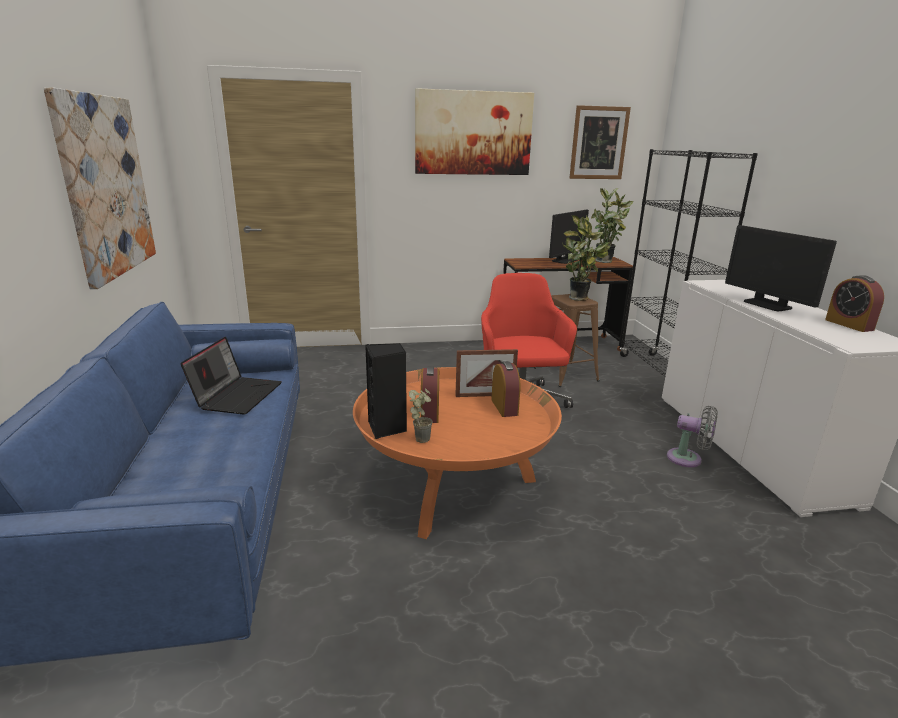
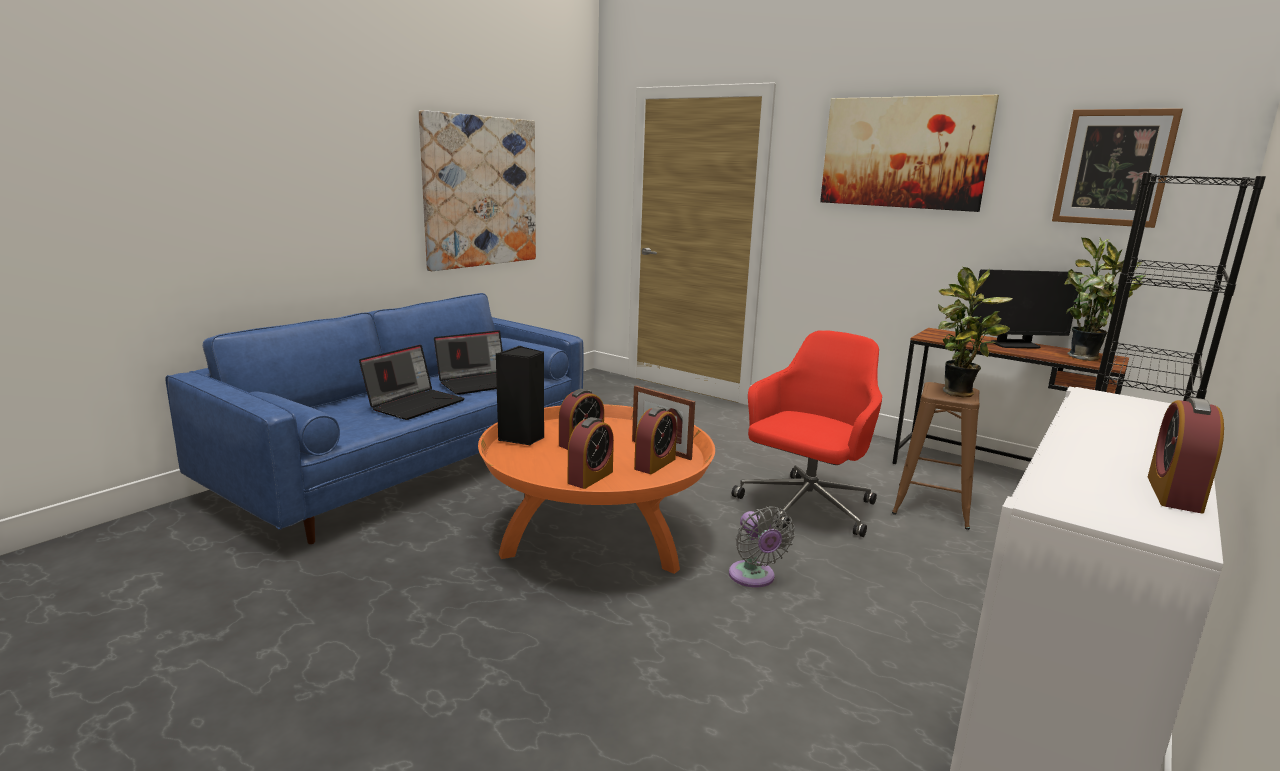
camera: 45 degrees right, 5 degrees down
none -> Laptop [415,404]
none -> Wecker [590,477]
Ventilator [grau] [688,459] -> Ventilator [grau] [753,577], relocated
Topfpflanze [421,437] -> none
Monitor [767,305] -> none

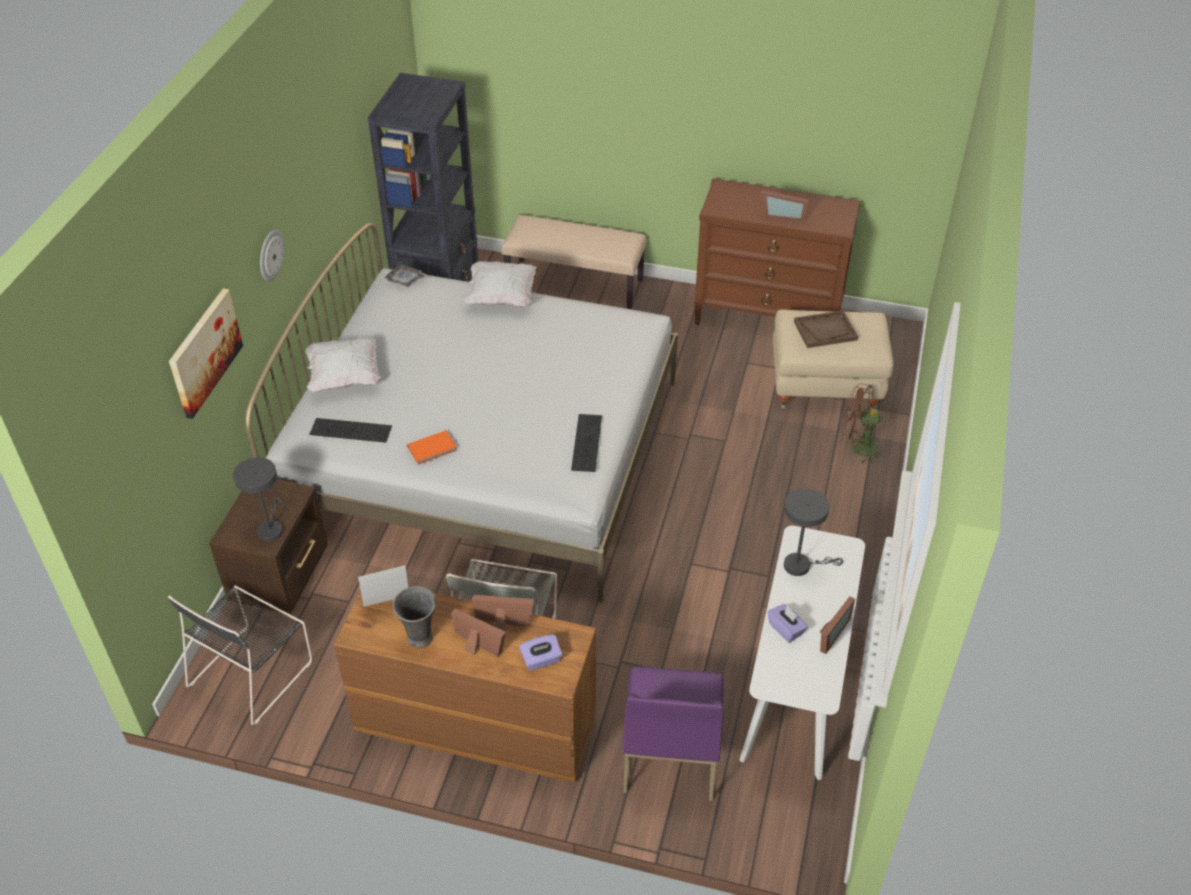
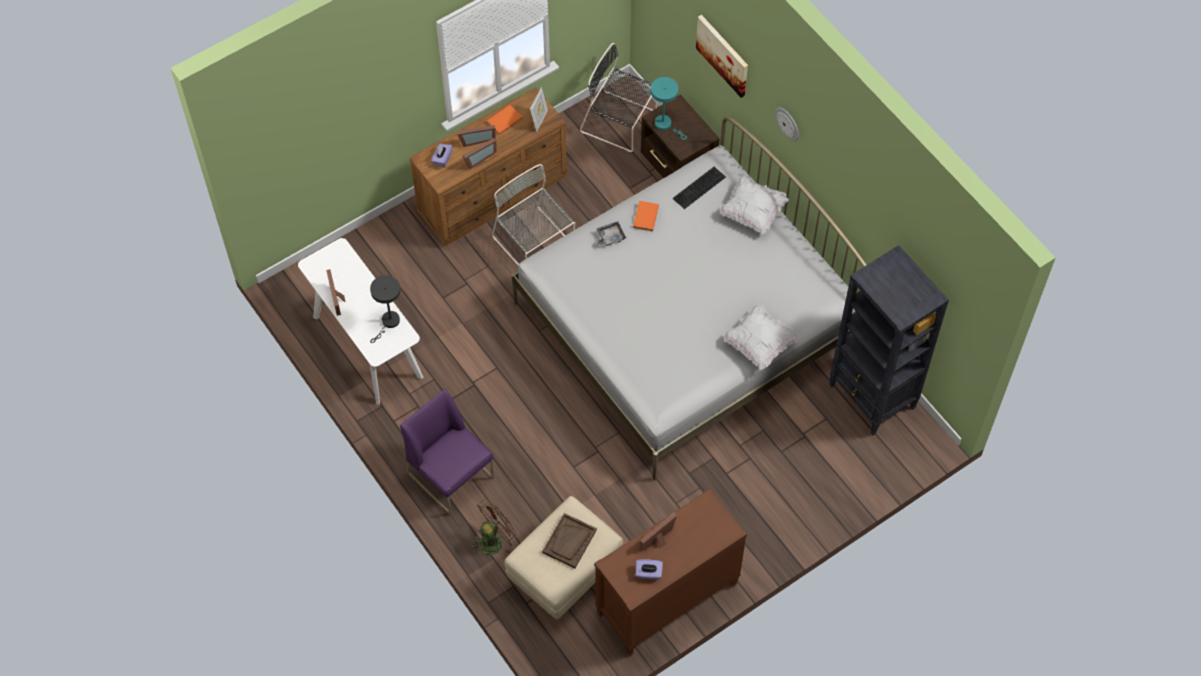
camera: 130 degrees right, 15 degrees up
Stuhl [lila] [669,754] -> Stuhl [lila] [452,476], relocated
Vase [grau] [420,639] -> Buch [orange] [503,120]
Stuhl [schwarz] [253,671] -> Stuhl [schwarz] [620,122], 45 degrees counterclockwise
Tablett [grau] [405,280] -> Tablett [grau] [610,237], relocated
Taschentuchbox [lila] [786,629] -> Taschentuchbox [lila] [648,573], relocated
Tischlampe [grau] [270,528] -> Tischlampe [türkis] [665,125]
Bank [beige] [575,283] -> none
Tastatur [585,442] -> none

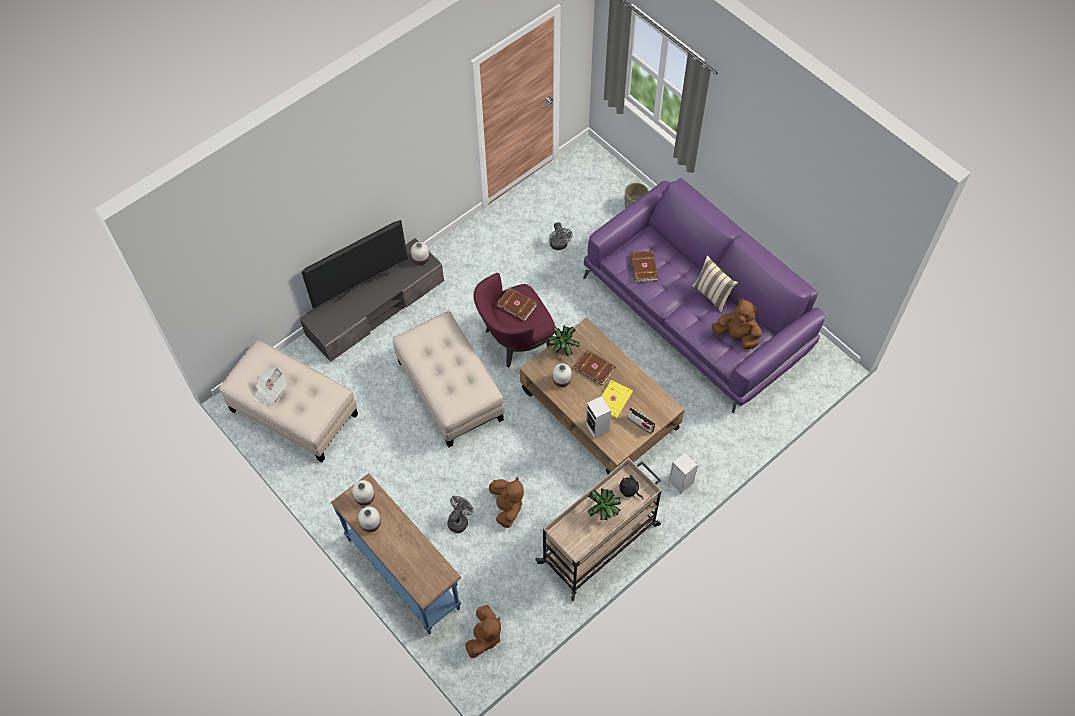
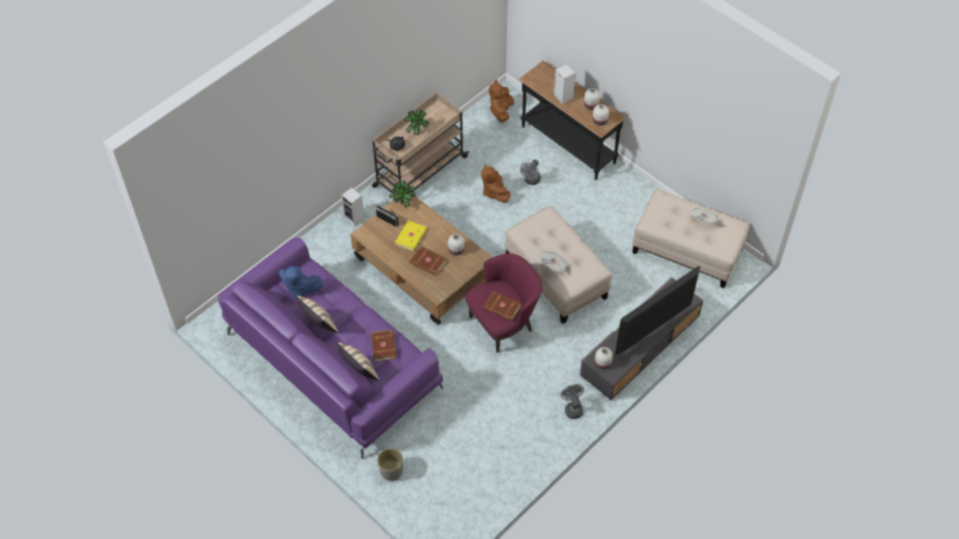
camera: 175 degrees right, 5 degrees down
Plüschtier [braun] [736,336] -> Plüschtier [blau] [300,288]
none -> Kissen [beige] [359,372]
Topfpflanze [562,349] -> Topfpflanze [404,203], relocated
Konsolentisch [blau] [404,573] -> Konsolentisch [schwarz] [567,145]
none -> Zeitung [554,266]
Lautsprecher [598,428] -> Lautsprecher [562,96], relocated
Ventilator [grau] [559,245] -> Ventilator [grau] [572,408], relocated

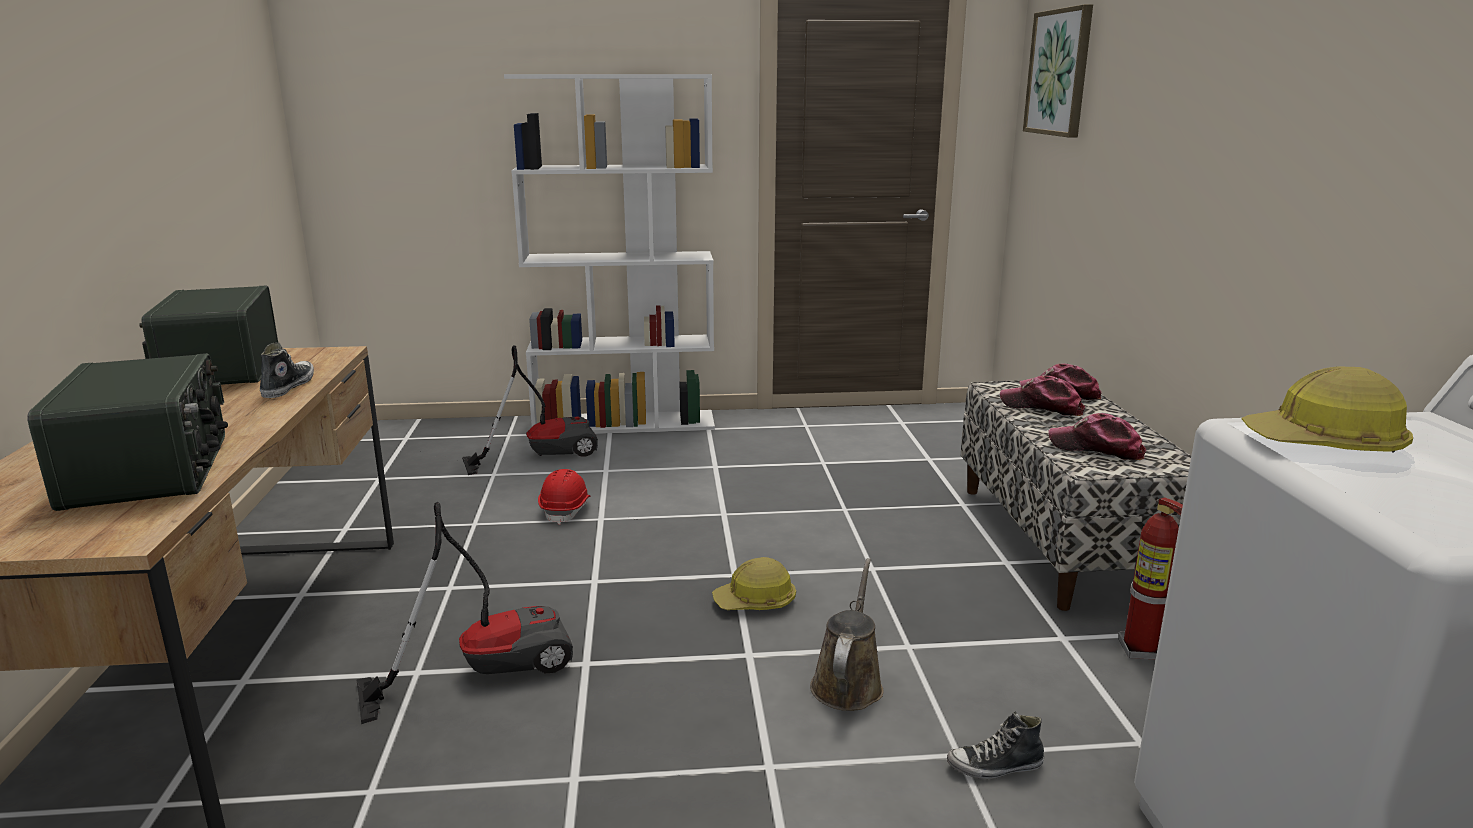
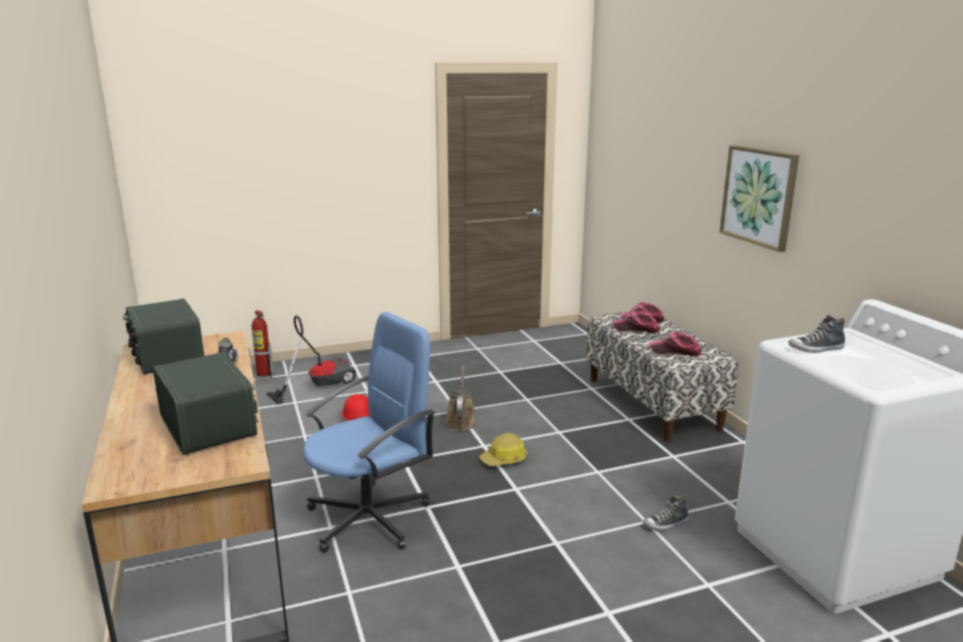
camera: 15 degrees left, 0 degrees up
Feuerlöscher [1141,650] -> Feuerlöscher [264,376], relocated
Staubsauger [486,666] -> Bürostuhl [blau] [370,518]
Gießkanne [braun] [848,683] -> Gießkanne [braun] [460,421], relocated
Bild [1059,72] -> Bild [759,196], relocated
Schutzhelm [1325,444] -> Schuh [816,349]
Bücherregal [weiß] [625,423] -> none

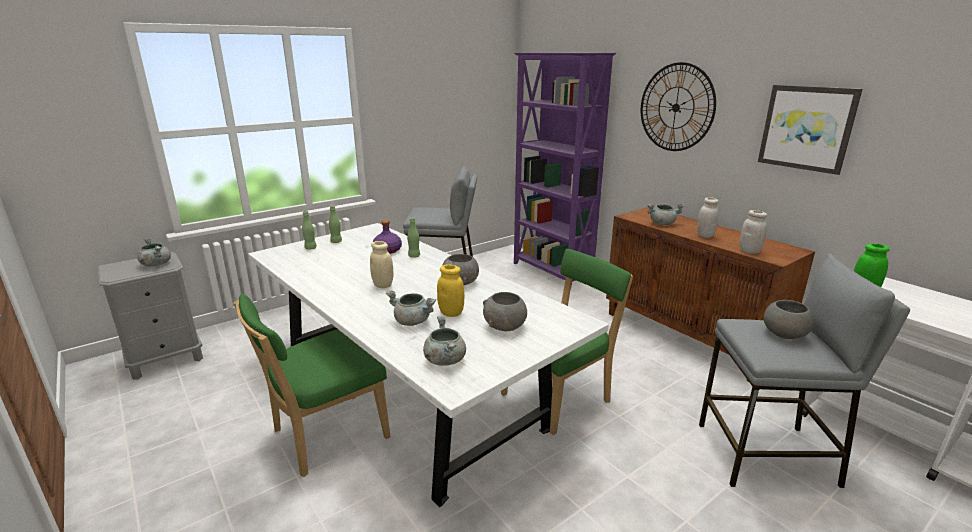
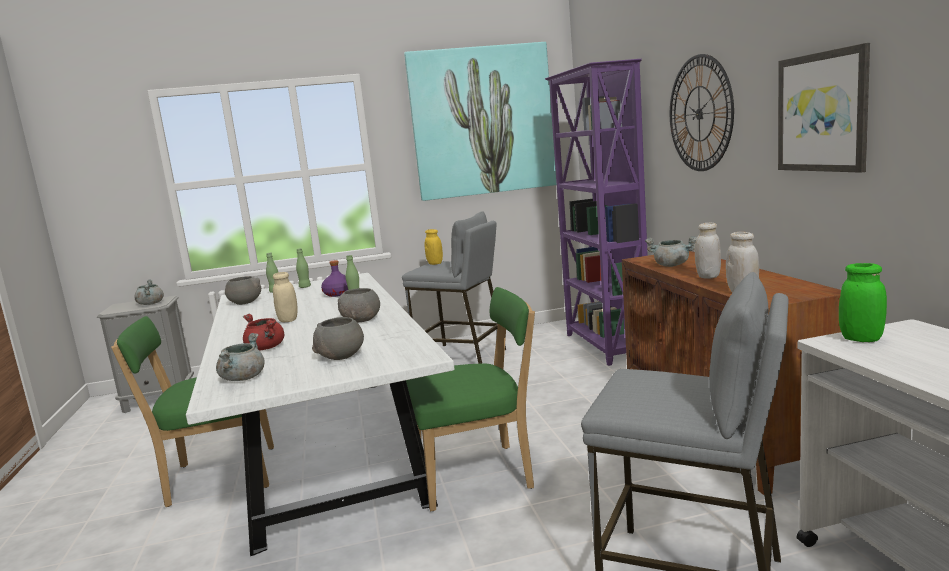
camera: 25 degrees right, 10 degrees down
Schüssel [grau] [784,334] -> Schüssel [grau] [245,303], relocated
Kochtopf [grau] [413,321] -> Kochtopf [rot] [266,348]
none -> Bild [482,121]
Vorratsglas [gelb] [451,313] -> Vorratsglas [gelb] [435,263], relocated

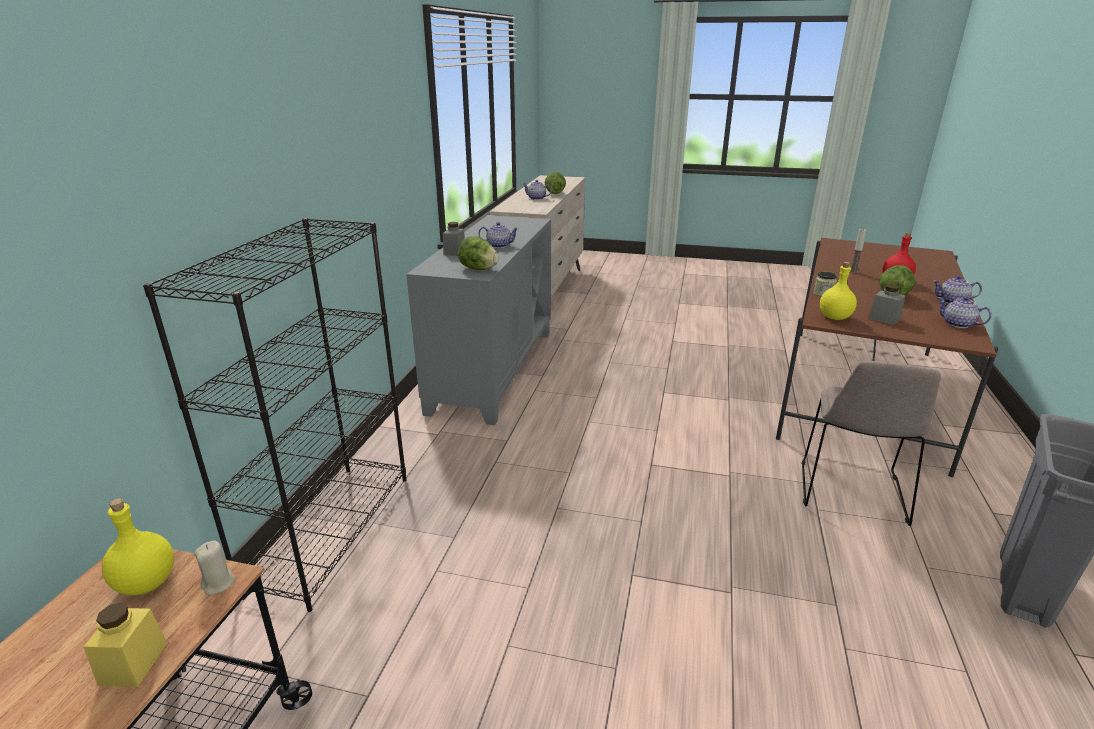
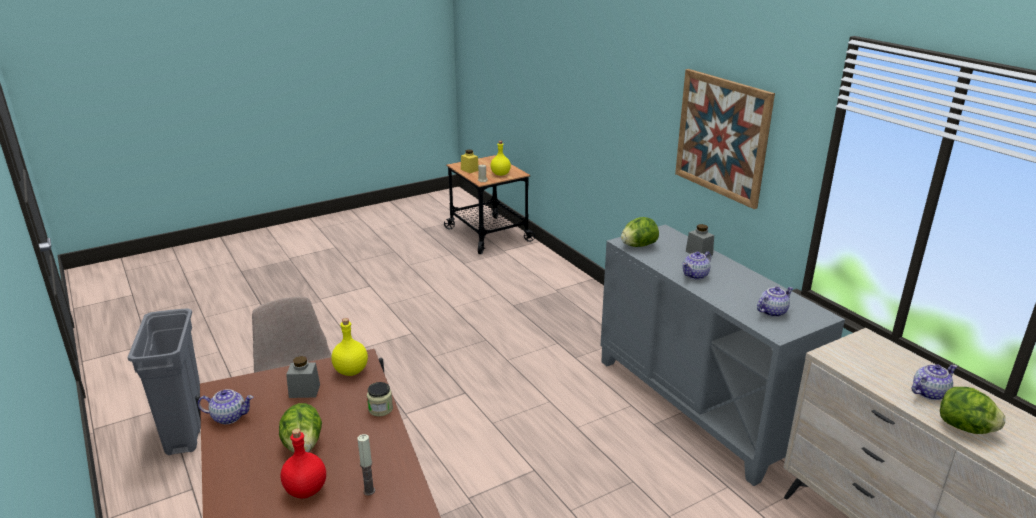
camera: 135 degrees right, 0 degrees up
none -> Bild [722,136]
Teekanne [952,301] -> Teekanne [772,311], relocated
Bücherregal [schwarz] [331,530] -> none

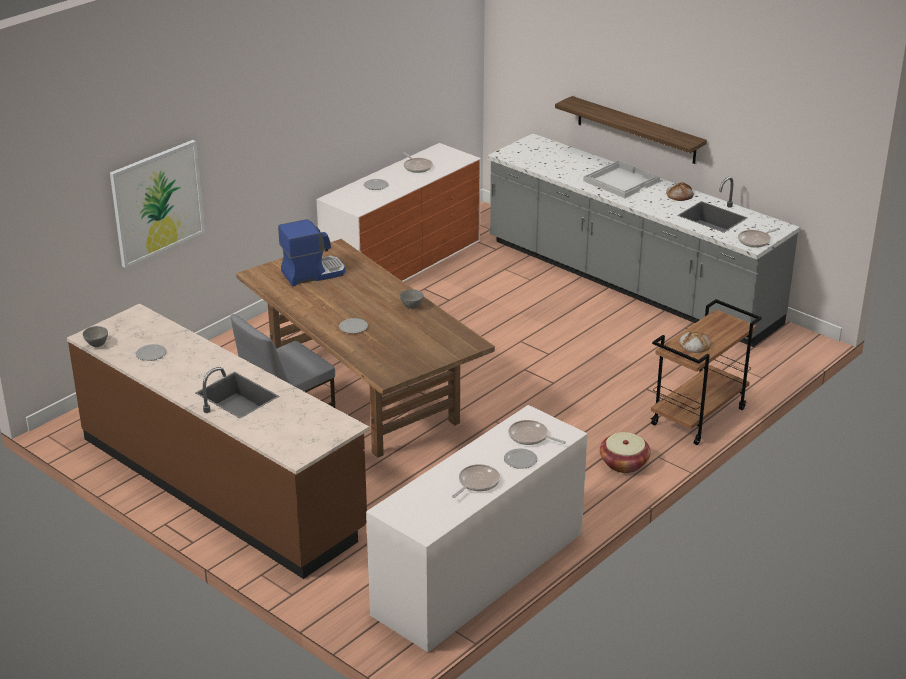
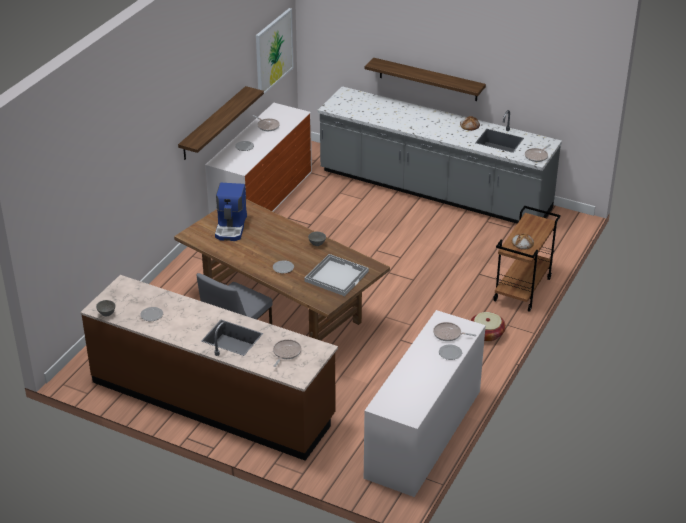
camera: 15 degrees left, 5 degrees up
none -> Wandregal [213,123]
Kaffeemaschine [313,273] -> Kaffeemaschine [231,227], 135 degrees clockwise
Bild [157,202] -> Bild [273,51], relocated
Pfanne [477,483] -> Pfanne [286,353], relocated
Tablett [weiß] [621,181] -> Tablett [weiß] [336,276], relocated

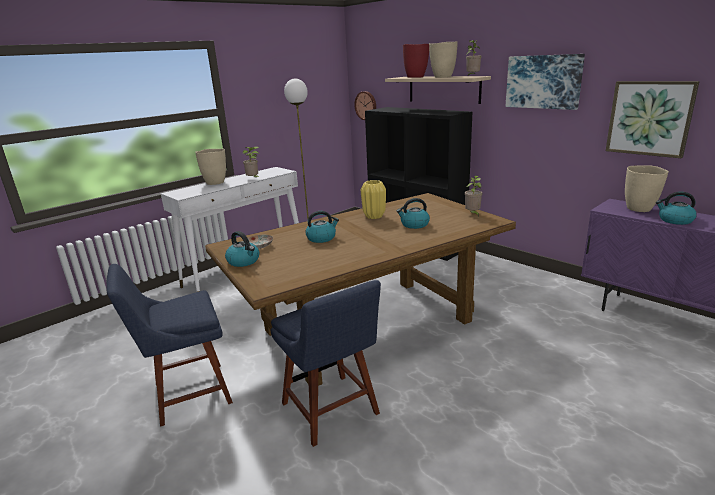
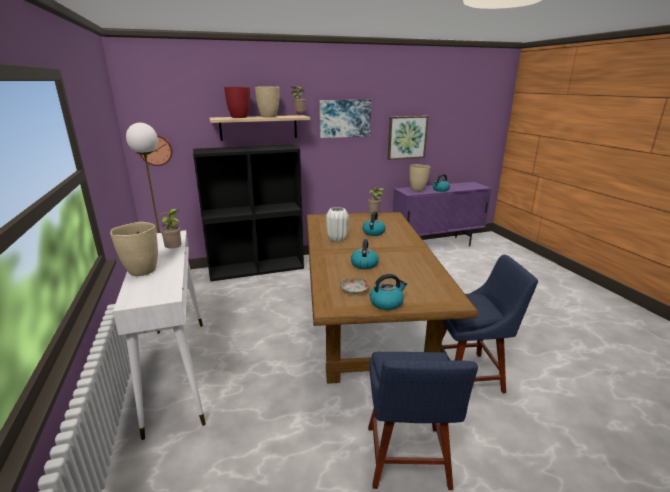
camera: 65 degrees left, 0 degrees up
Vase [gelb] [373,216] -> Vase [weiß] [337,239]

